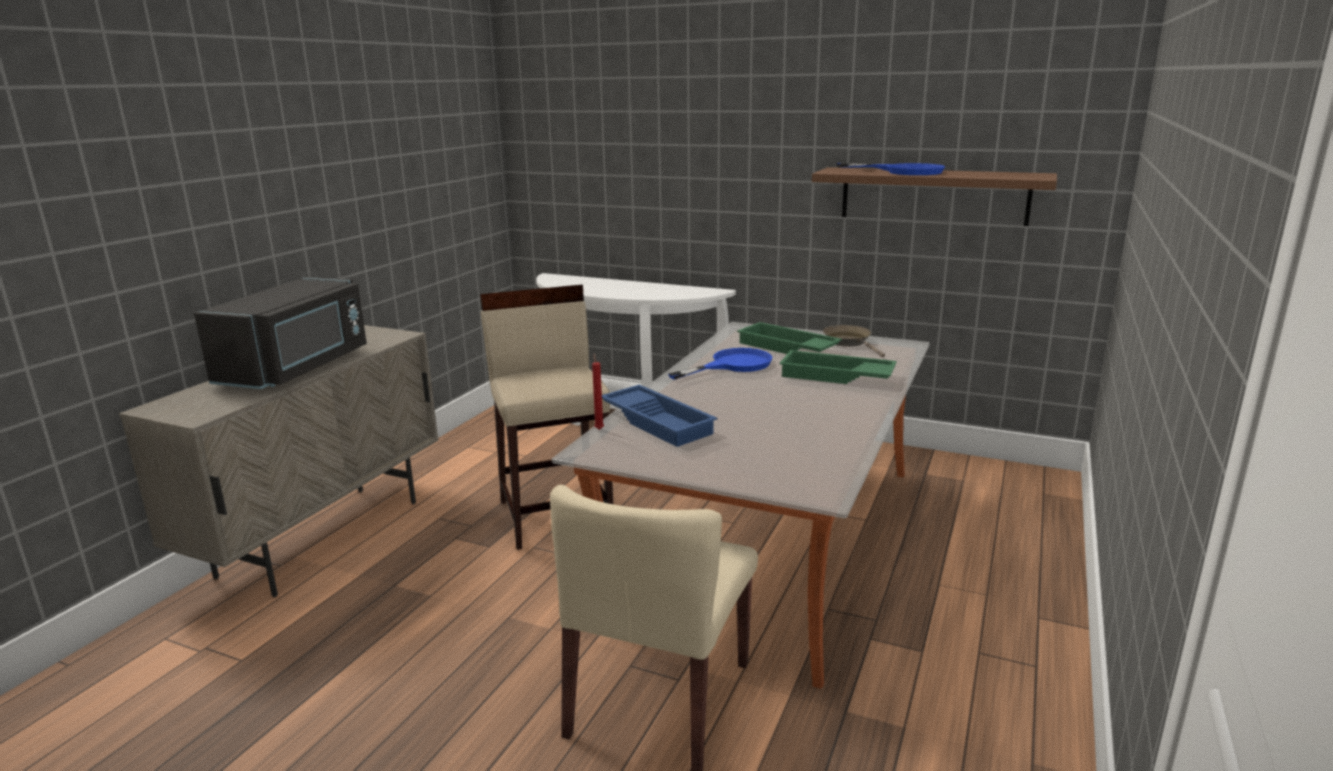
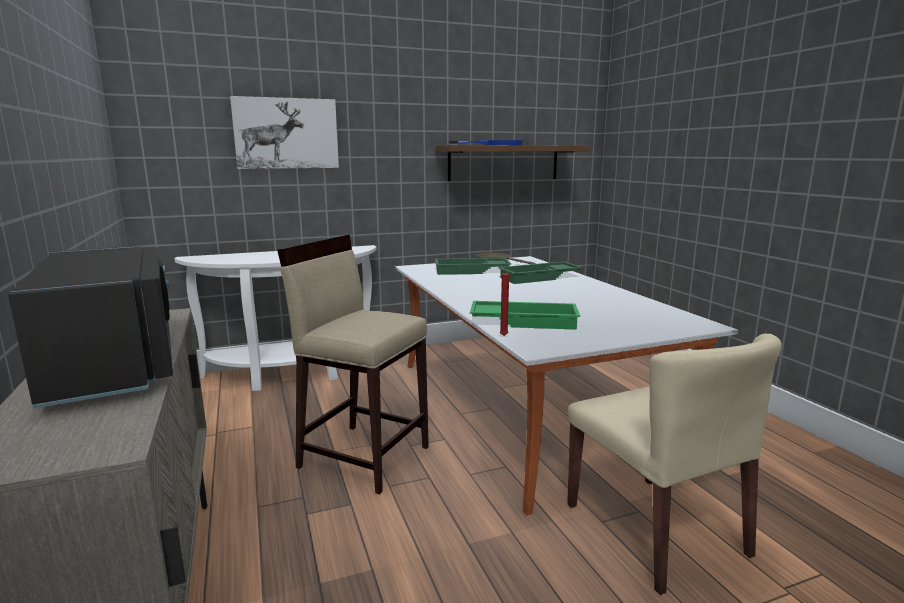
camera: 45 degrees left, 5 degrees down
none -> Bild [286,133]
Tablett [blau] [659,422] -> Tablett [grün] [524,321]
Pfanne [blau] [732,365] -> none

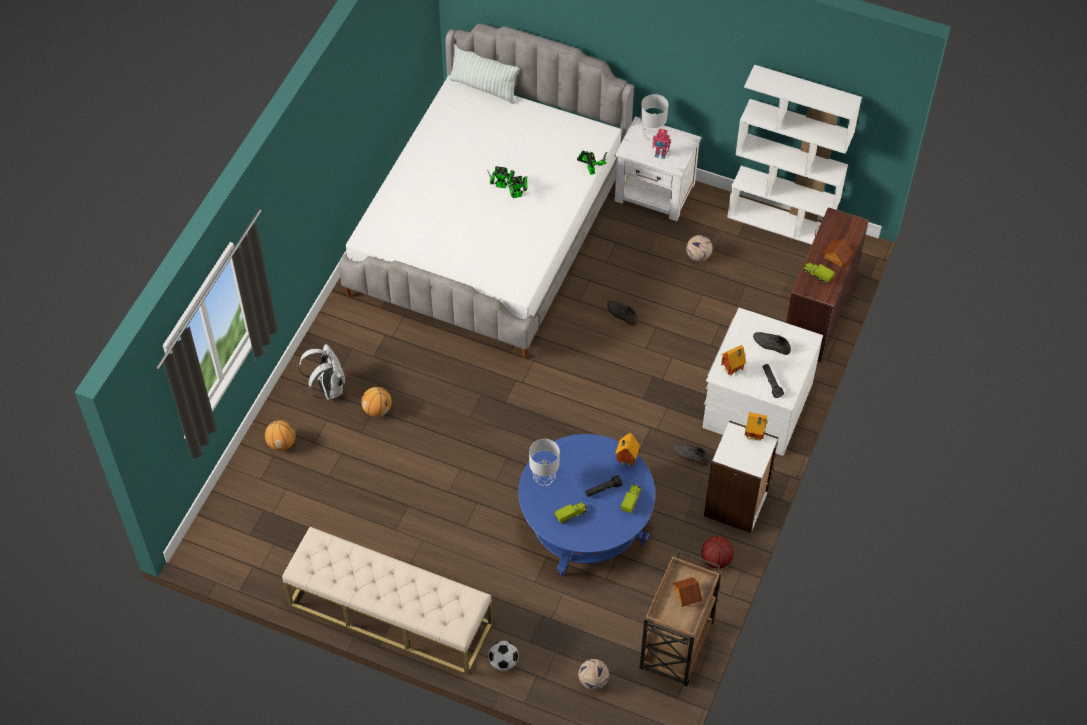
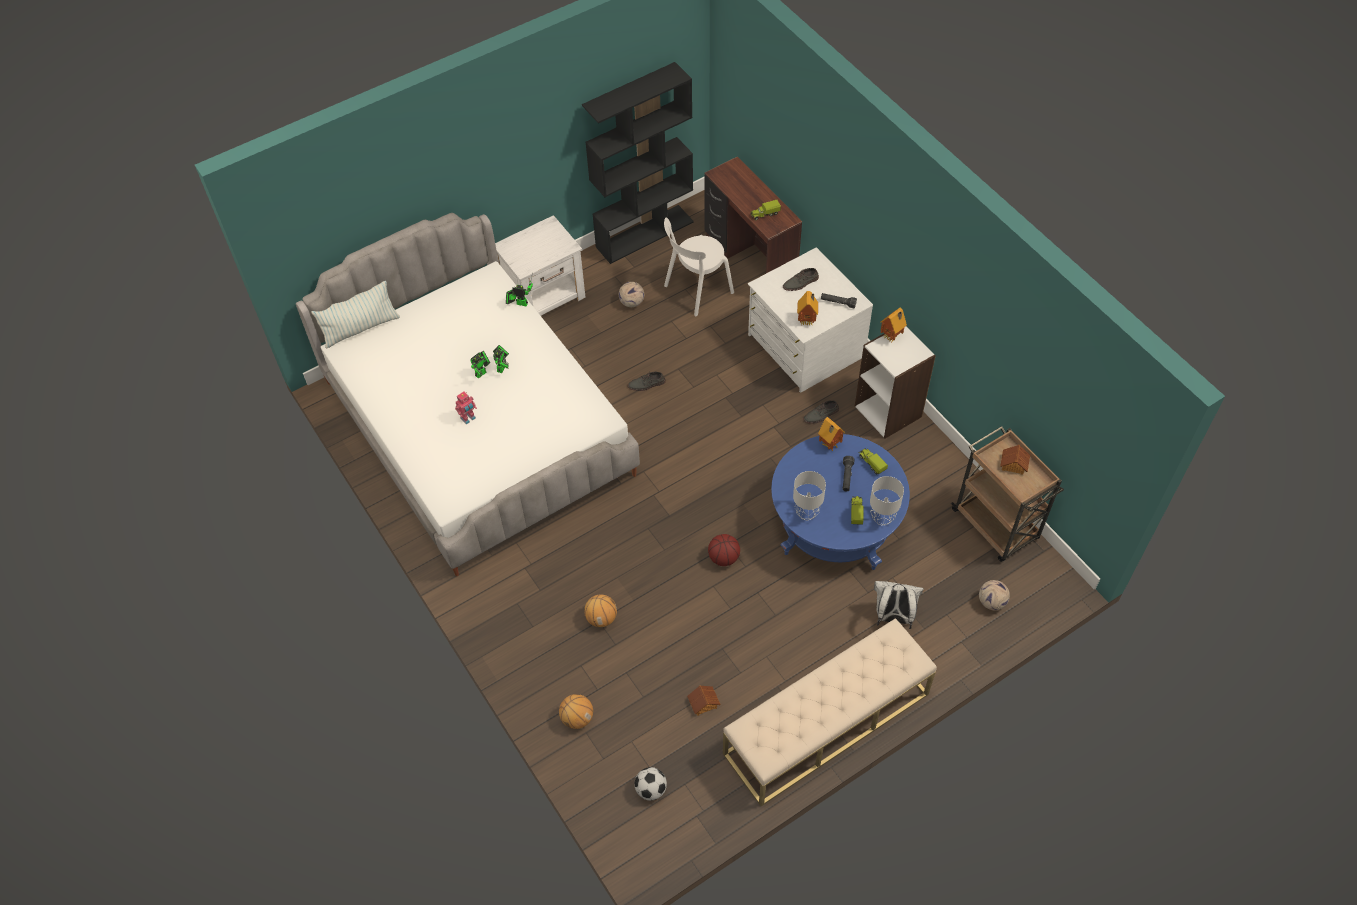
camera: 55 degrees left, 0 degrees up
Spielzeugroboter [660,155] -> Spielzeugroboter [468,418], relocated
Bücherregal [weiß] [781,222] -> Bücherregal [schwarz] [645,234]
Fußball [503,662] -> Fußball [651,789], relocated
none -> Stuhl [weiß] [696,290]
Spielzeughaus [836,256] -> Spielzeughaus [703,703], relocated
Basketball [716,560] -> Basketball [724,558], relocated
Tischlampe [grau] [653,136] -> Tischlampe [grau] [882,518], relocated
Rucksack [weiß] [328,388] -> Rucksack [weiß] [893,617], relocated

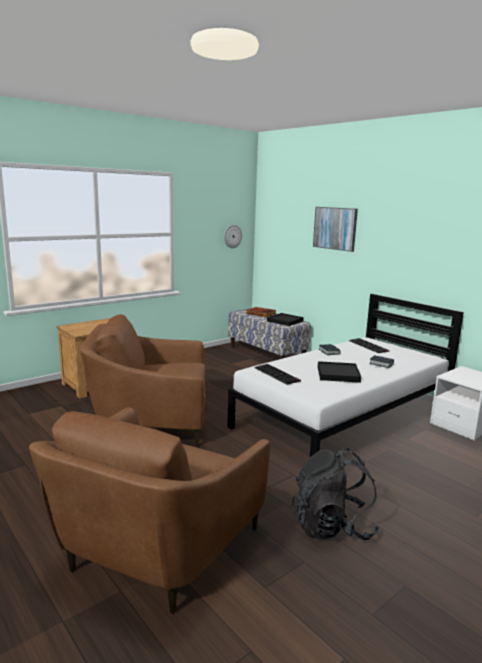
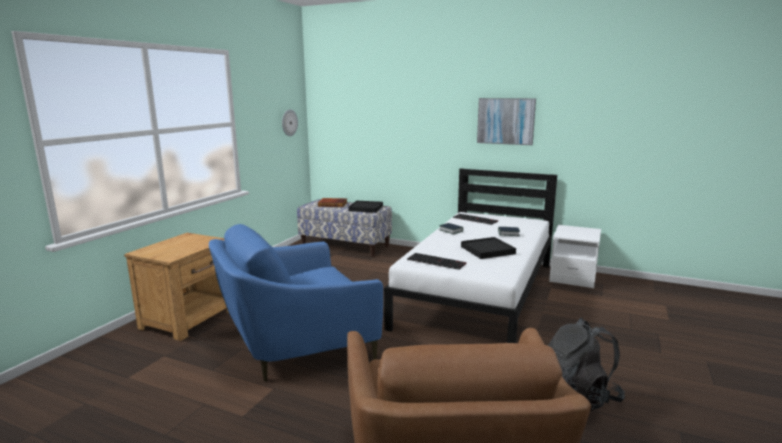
camera: 25 degrees left, 0 degrees up
Sessel [braun] [150,422] -> Sessel [blau] [297,346]
Bild [335,228] -> Bild [505,121], relocated

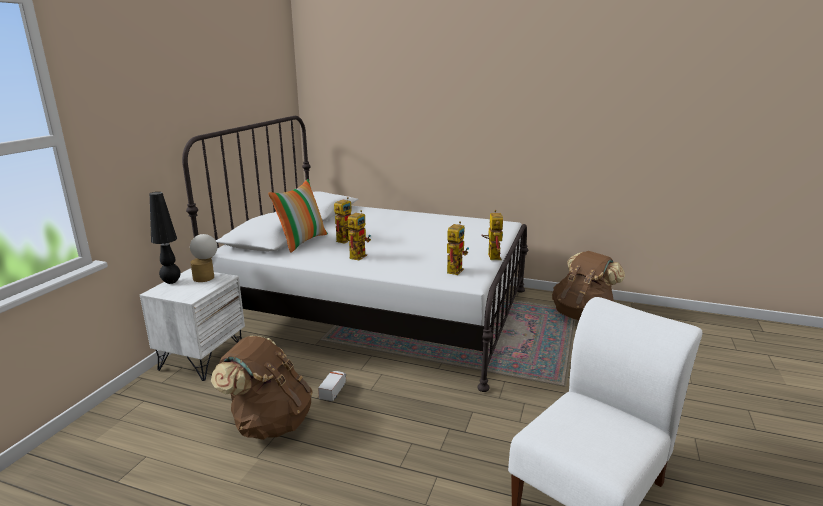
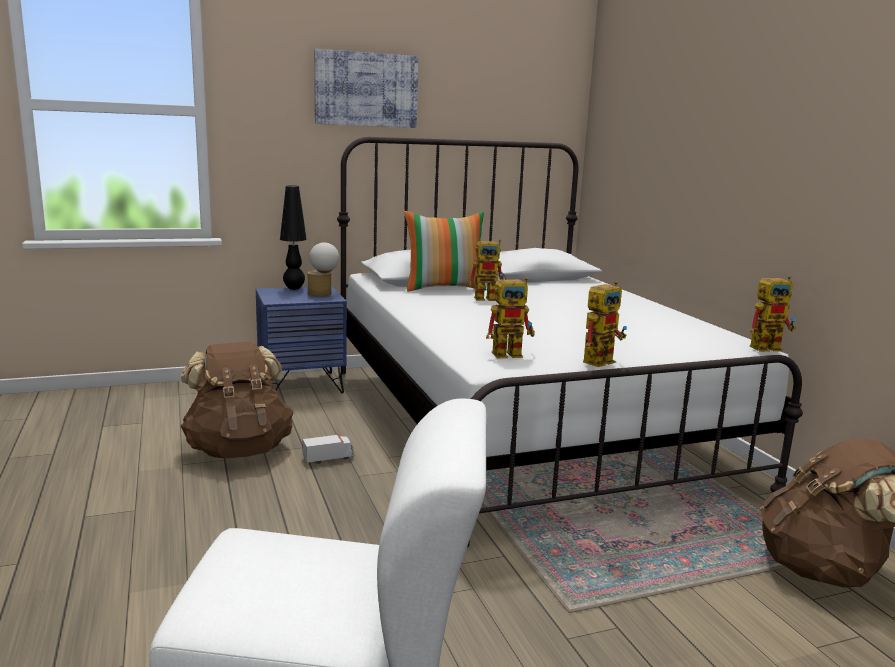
camera: 50 degrees right, 5 degrees down
Nachttisch [weiß] [202,358] -> Nachttisch [blau] [301,385]
none -> Bild [366,89]
Spielzeugroboter [358,255] -> Spielzeugroboter [769,347], relocated

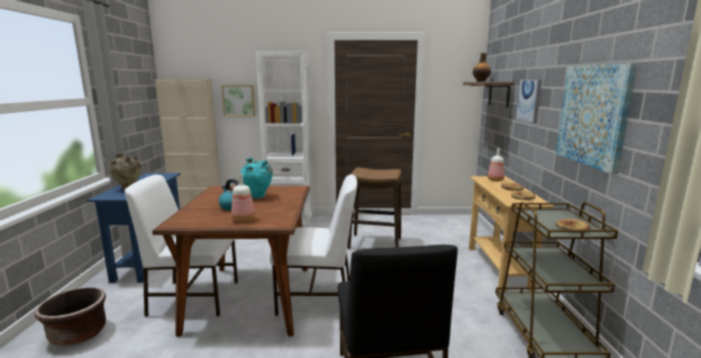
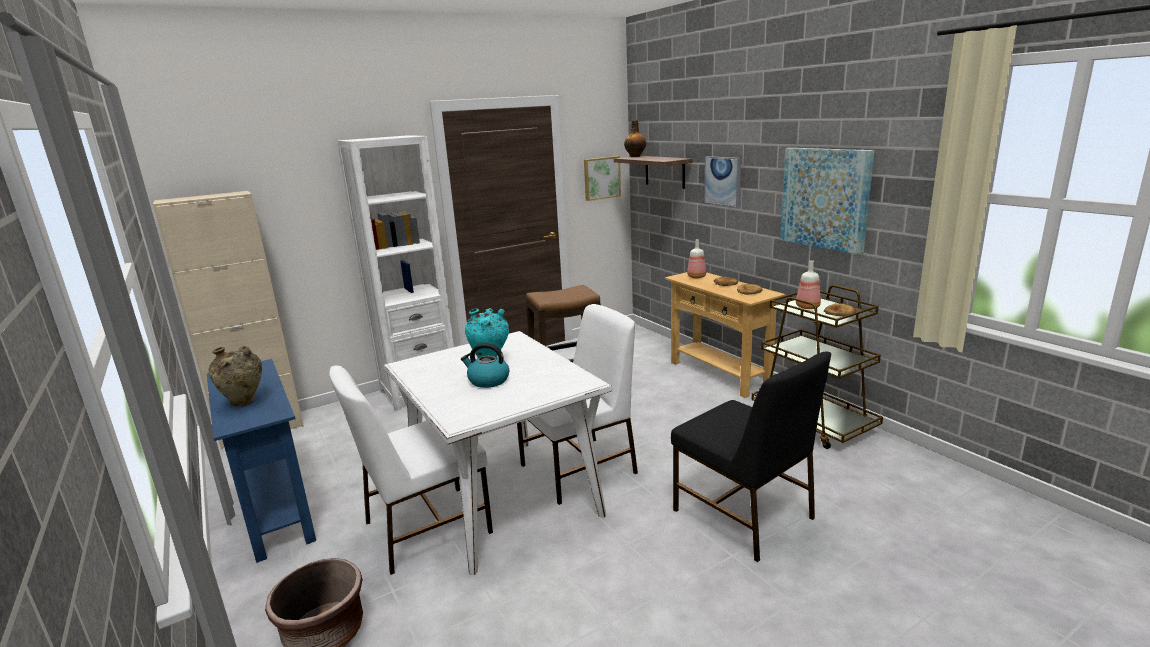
camera: 30 degrees left, 5 degrees up
Esstisch [braun] [251,297] -> Esstisch [weiß] [503,498]
Bild [239,100] -> Bild [601,178], relocated
Flasche [243,219] -> Flasche [807,307], relocated

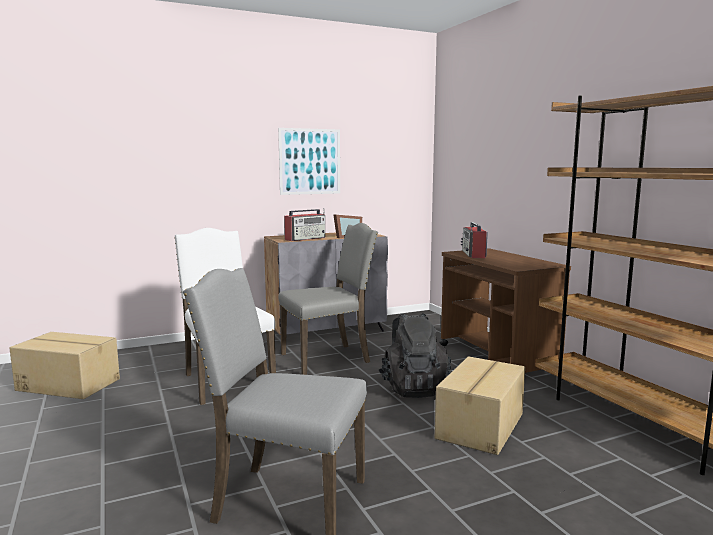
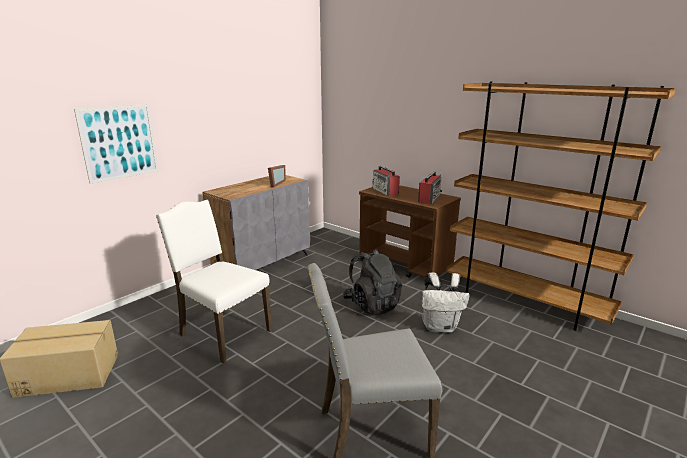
camera: 25 degrees left, 10 degrees up
Bild [310,161] -> Bild [119,142], relocated
Radio [306,238] -> Radio [429,199], relocated
Karton [481,426] -> Rucksack [weiß] [440,327]
Stuhl [grau] [327,358] -> none

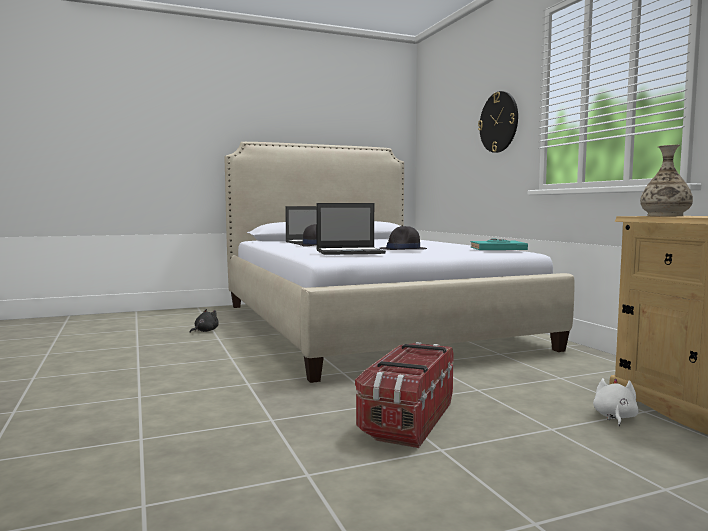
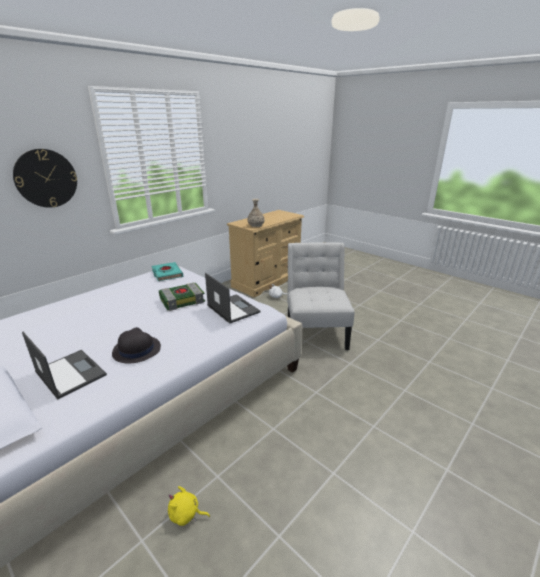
camera: 115 degrees left, 20 degrees up
Hut [schwarz] [403,249] -> Buch [182,300]
Plüschtier [schwarz] [205,331] -> Plüschtier [gelb] [186,514]
Aufbewahrungsbox [408,419] -> Stuhl [weiß] [316,331]

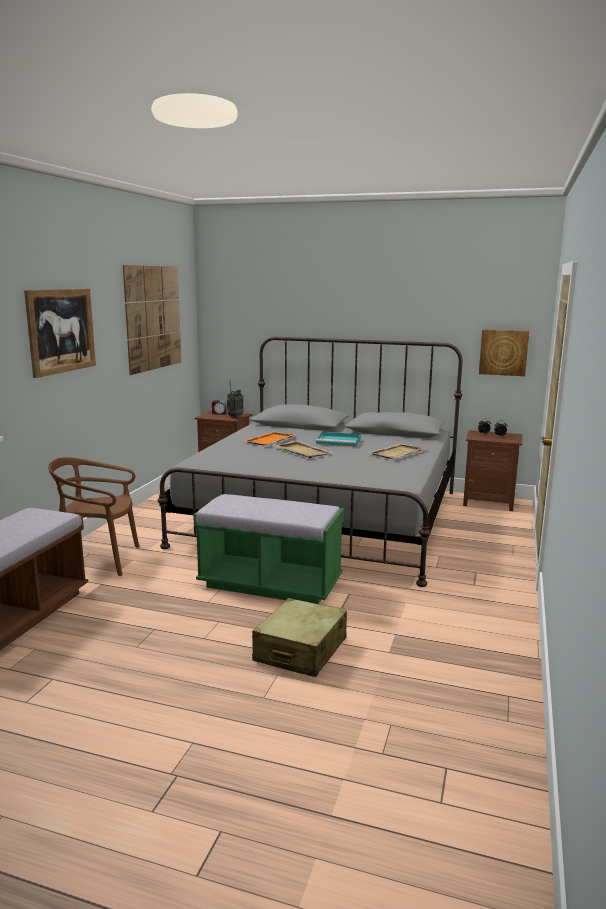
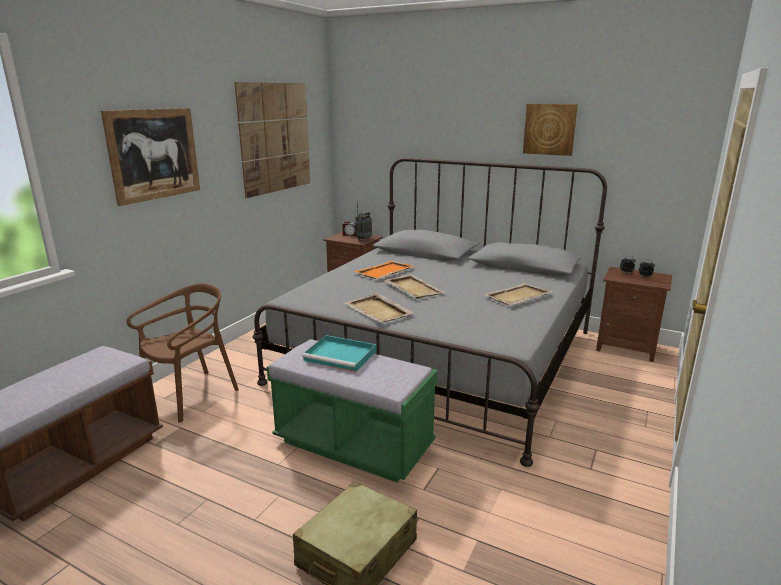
camera: 10 degrees right, 5 degrees up
Stuhl [braun] [98,560] -> Stuhl [braun] [191,395], 120 degrees clockwise
Tablett [türkis] [339,441] -> Tablett [türkis] [341,356], relocated
none -> Tablett [beige] [378,311]
Bild [503,352] -> Bild [549,129], relocated

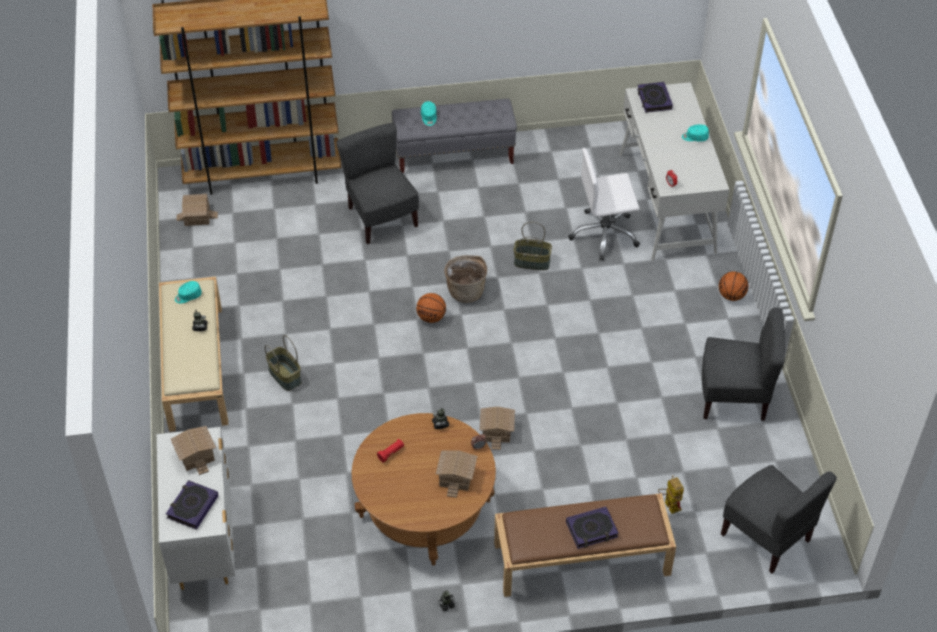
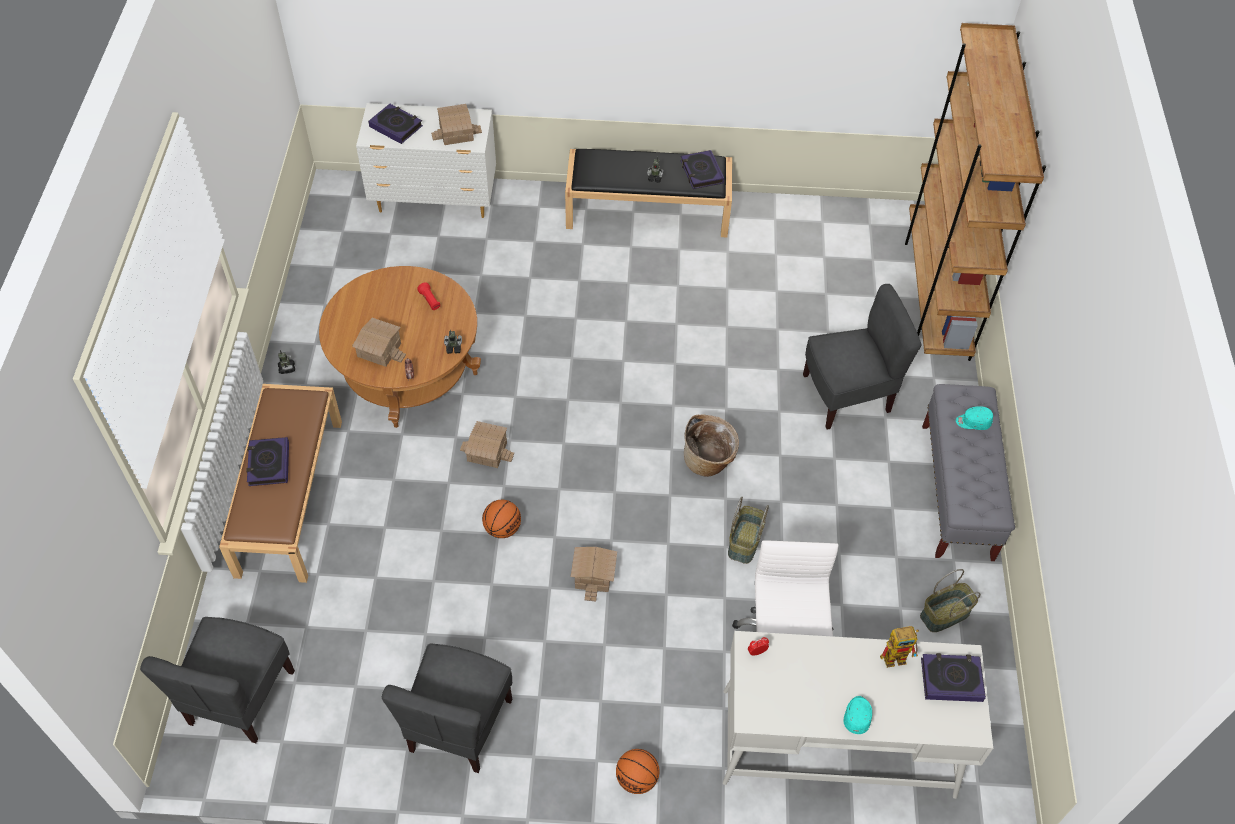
camera: 100 degrees right, 5 degrees up
Stuhl [grau] [766,537] -> Stuhl [grau] [240,697], 45 degrees counterclockwise
Basketball [431,317] -> Basketball [502,528], relocated
Bank [beige] [195,367] -> Bank [schwarz] [648,210]
Spielzeughaus [197,217] -> Spielzeughaus [592,575], relocated
Kappe [türkis] [188,296] -> Buch [701,172]
Spielzeugroboter [669,504] -> Spielzeugroboter [898,656], relocated
Korb [285,376] -> Korb [944,615], relocated

